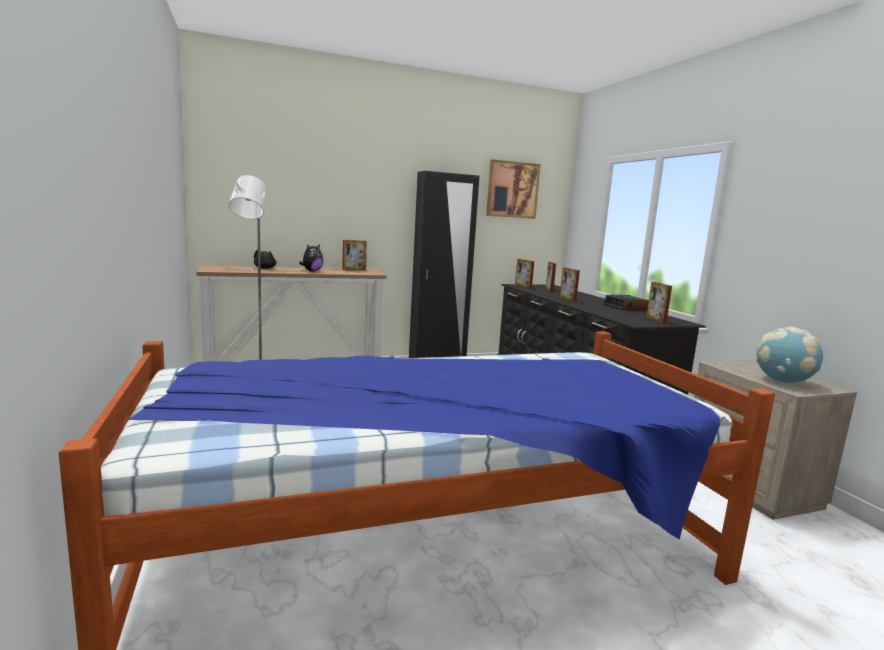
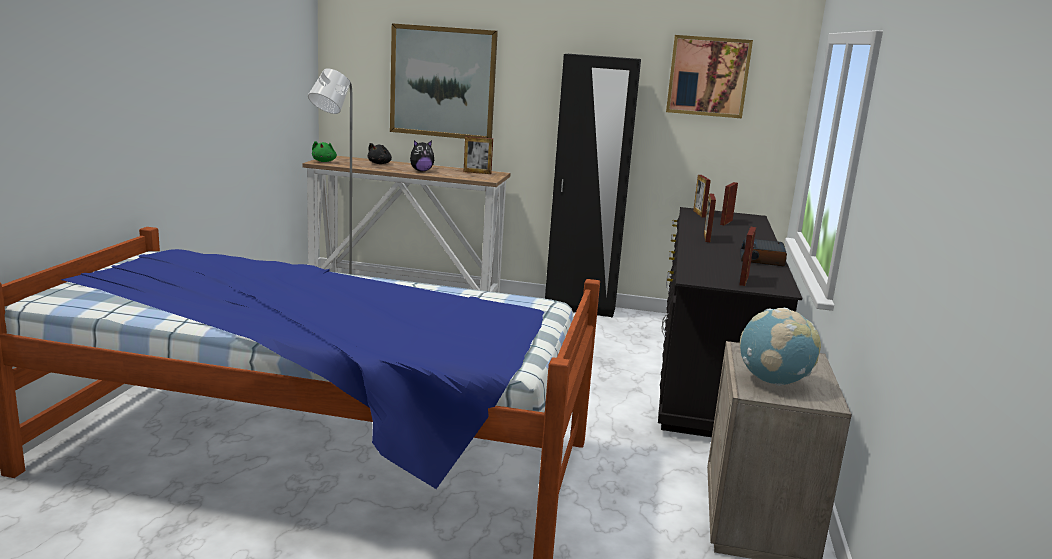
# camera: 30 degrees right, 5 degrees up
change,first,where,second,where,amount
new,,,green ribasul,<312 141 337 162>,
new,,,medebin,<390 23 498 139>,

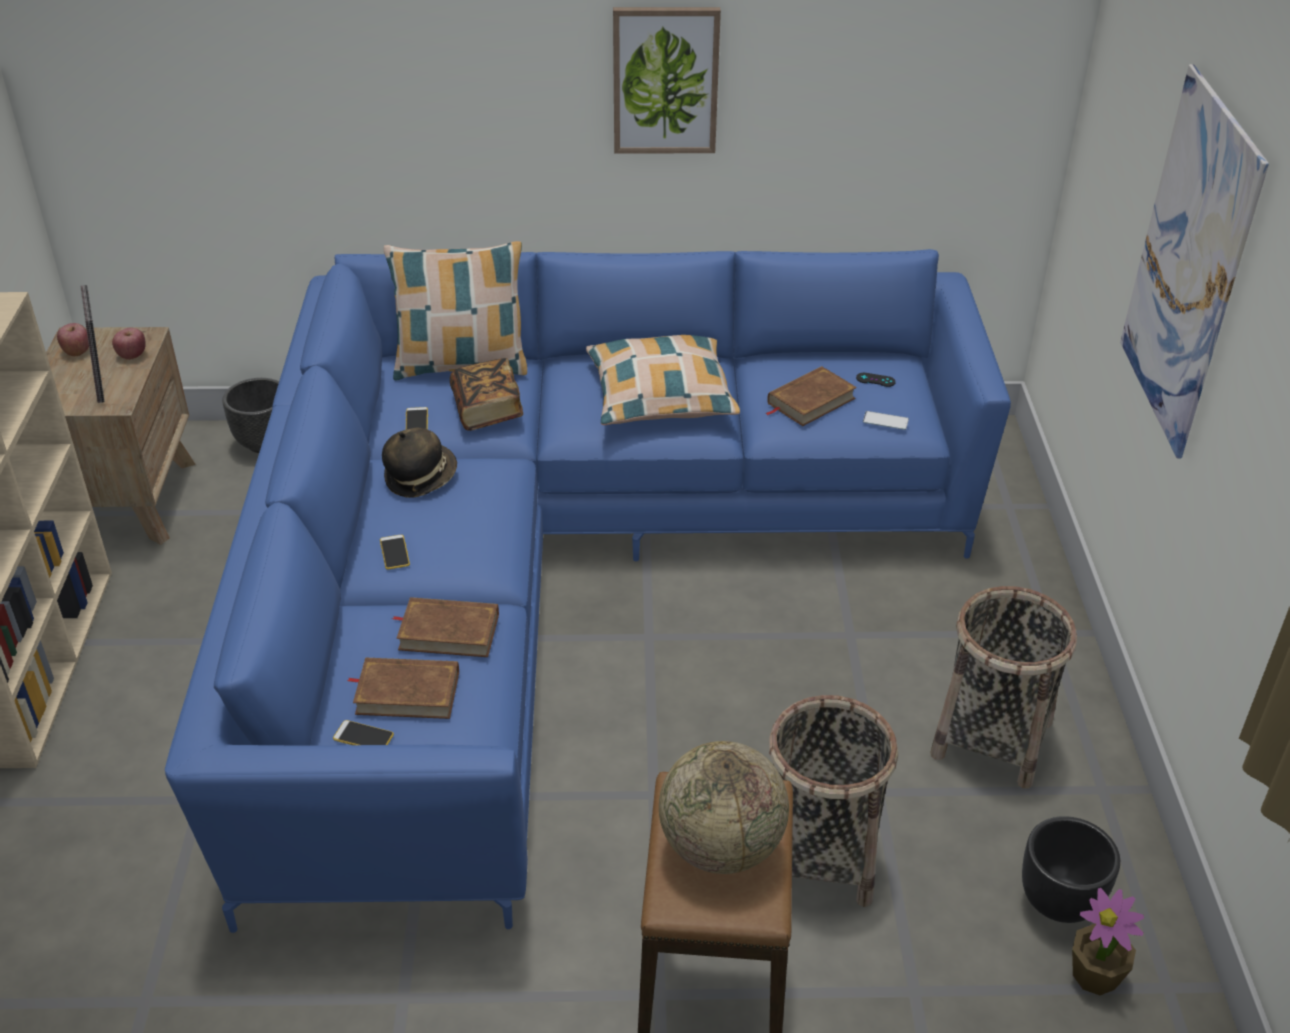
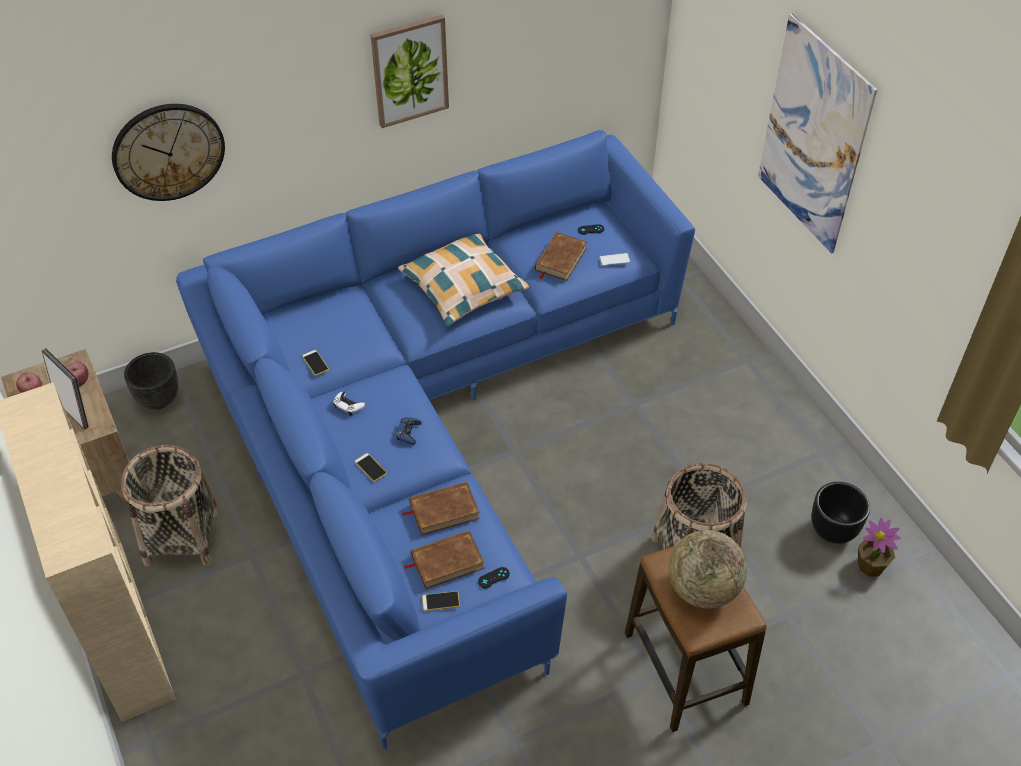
# camera: 25 degrees left, 10 degrees up
change,first,where,second,where,amount
gone,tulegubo,<384 241 527 380>,,,
gone,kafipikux,<450 358 523 431>,,,
new,,,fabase,<112 104 225 201>,
new,,,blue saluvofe,<396 417 422 445>,
new,,,black saluvofe,<478 567 510 588>,
shifted,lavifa,<930 586 1077 788>,,<121 445 220 567>,
swapped,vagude,<382 428 457 498>,white saluvofe,<333 392 365 416>,

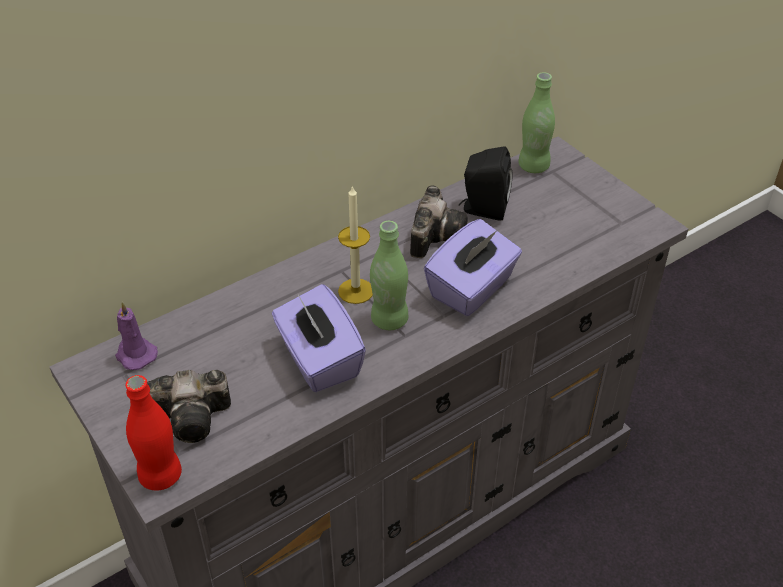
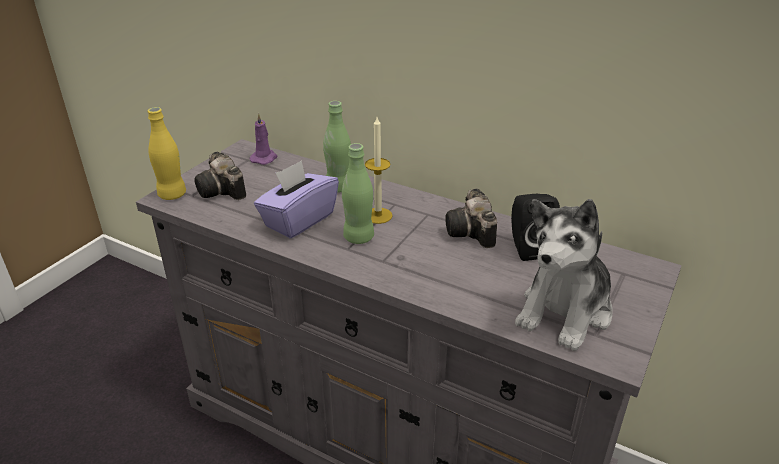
# camera: 65 degrees right, 10 degrees down
change,first,where,second,where,amount
gone,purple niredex,<424 219 522 316>,,,
new,,,ribasul,<515 199 612 351>,
shifted,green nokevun,<518 72 555 173>,,<323 101 351 192>,
repainted,red nokevun,<126 375 182 490>,yellow nokevun,<148 107 186 200>,
rotated,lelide,<410 185 467 258>,,<445 189 497 248>,90 degrees clockwise

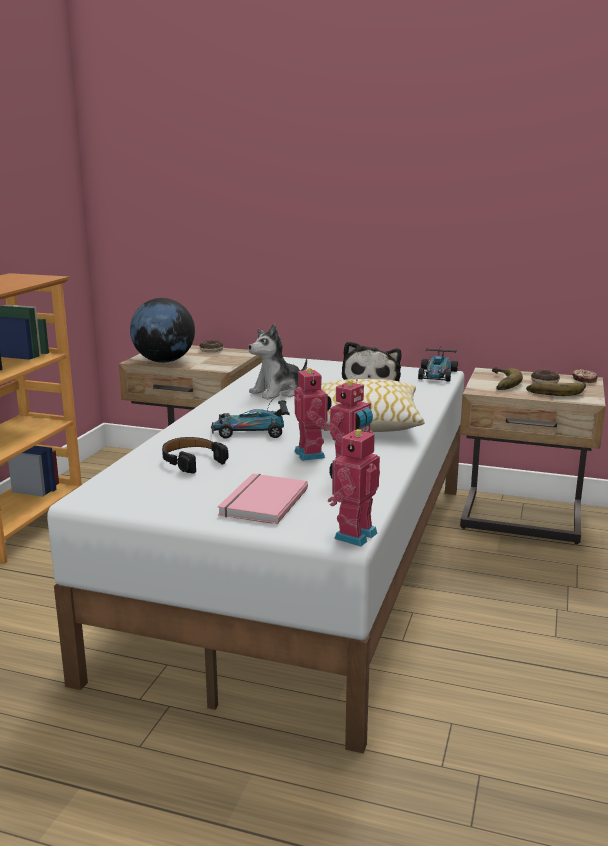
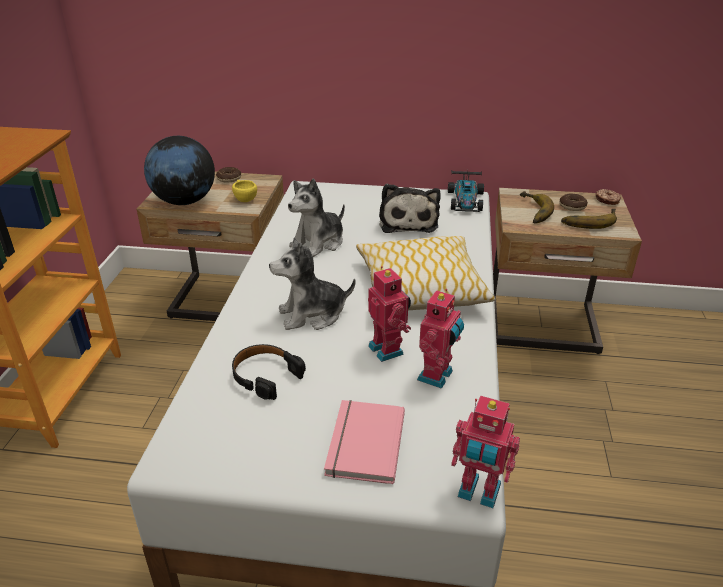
# camera: 10 degrees left, 15 degrees up
change,first,where,second,where,amount
new,,,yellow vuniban,<232 180 257 202>,
swapped,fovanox,<211 400 290 439>,ribasul,<269 237 356 330>,
rotated,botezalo,<328 427 380 546>,,<451 395 520 508>,90 degrees counterclockwise

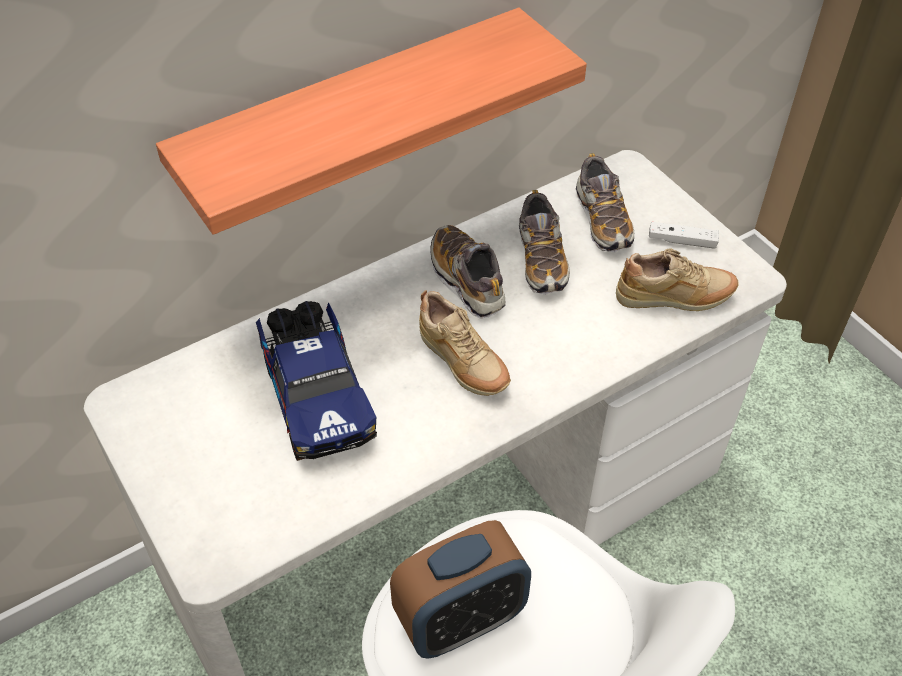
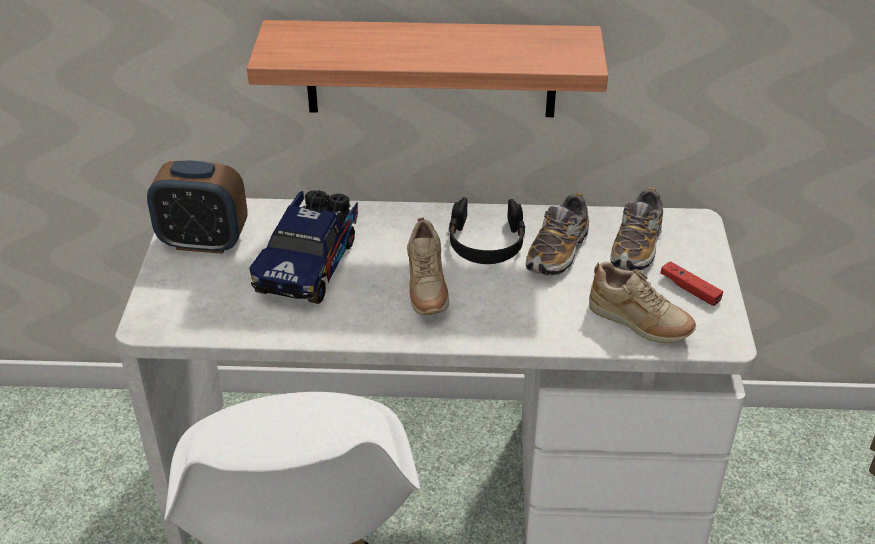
# camera: 35 degrees right, 10 degrees down
change,first,where,second,where,amount
shifted,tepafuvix,<390 520 531 659>,,<147 161 248 254>,
swapped,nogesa,<430 225 506 319>,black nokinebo,<448 197 525 264>,
repainted,white saluvofe,<649 222 719 249>,red saluvofe,<660 261 723 306>,

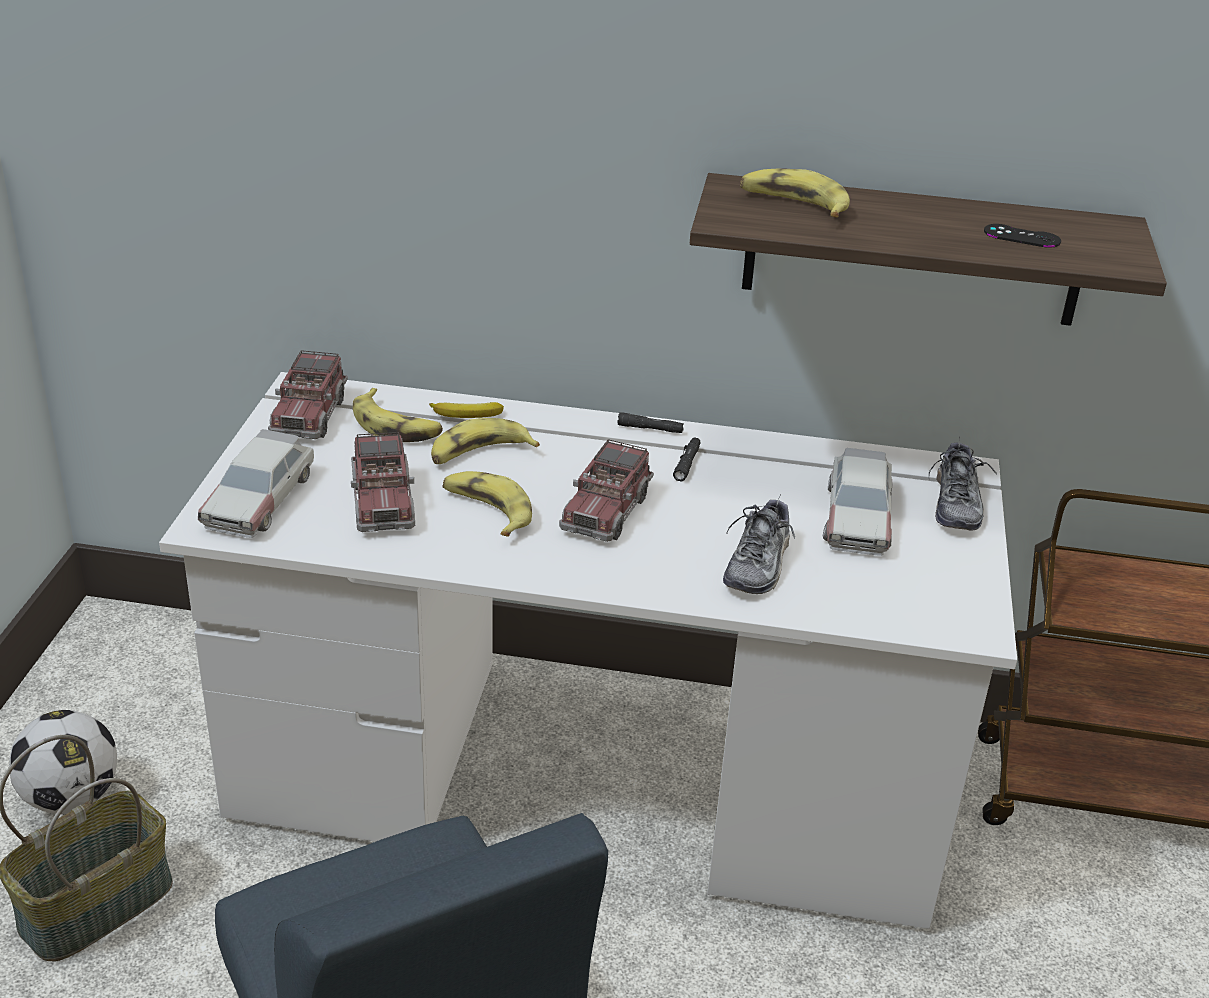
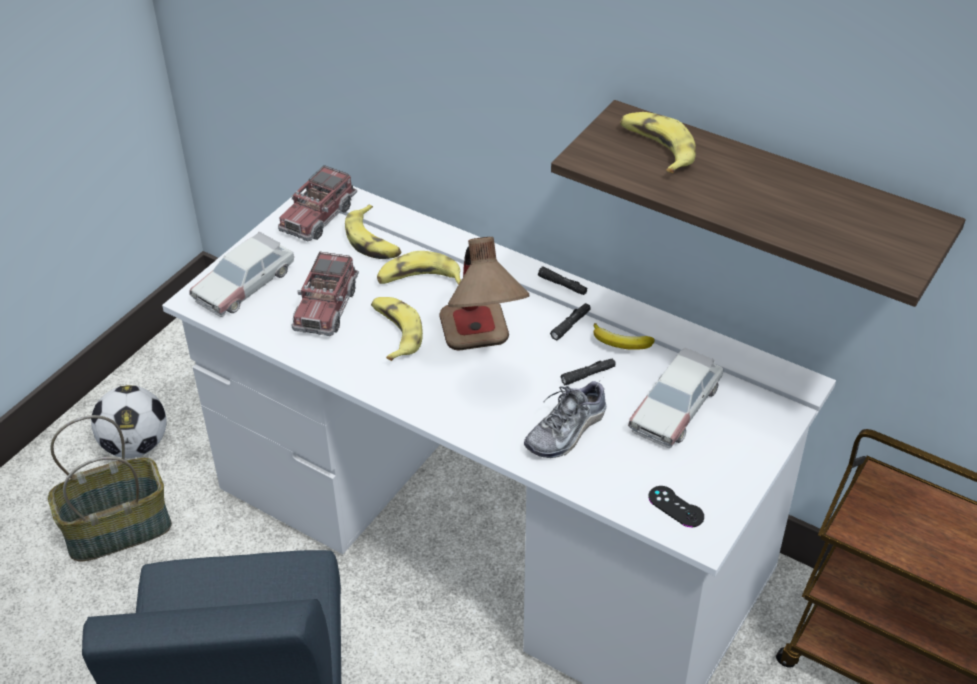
# camera: 25 degrees right, 10 degrees up
change,first,where,second,where,amount
gone,nogesa,<929 436 997 530>,,,
new,,,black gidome,<561 358 616 385>,
shifted,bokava,<429 402 504 418>,,<593 323 655 350>,
shifted,black saluvofe,<984 224 1061 248>,,<648 486 704 527>,
swapped,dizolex,<559 439 654 542>,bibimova,<439 237 529 351>,

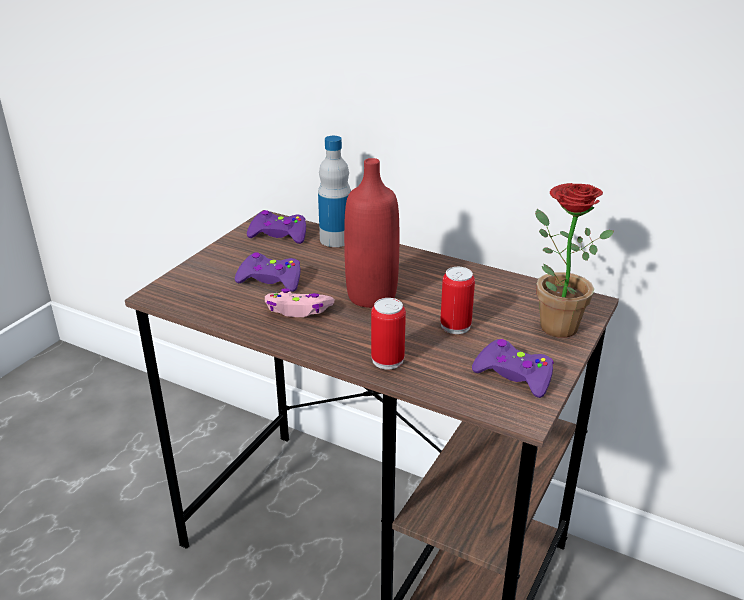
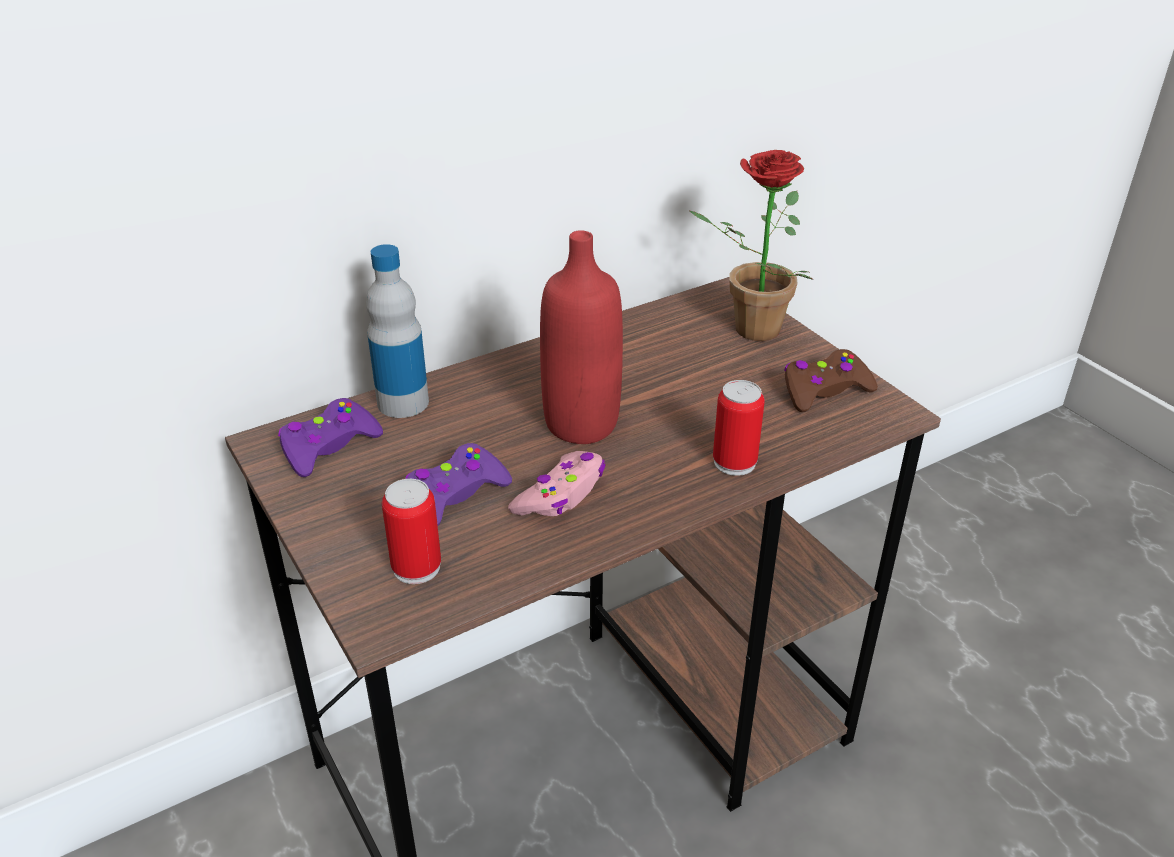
# camera: 60 degrees left, 5 degrees up
change,first,where,second,where,amount
shifted,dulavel,<440 267 475 334>,,<382 479 441 584>,
repainted,purple saluvofe,<472 339 554 398>,brown saluvofe,<784 349 878 412>,

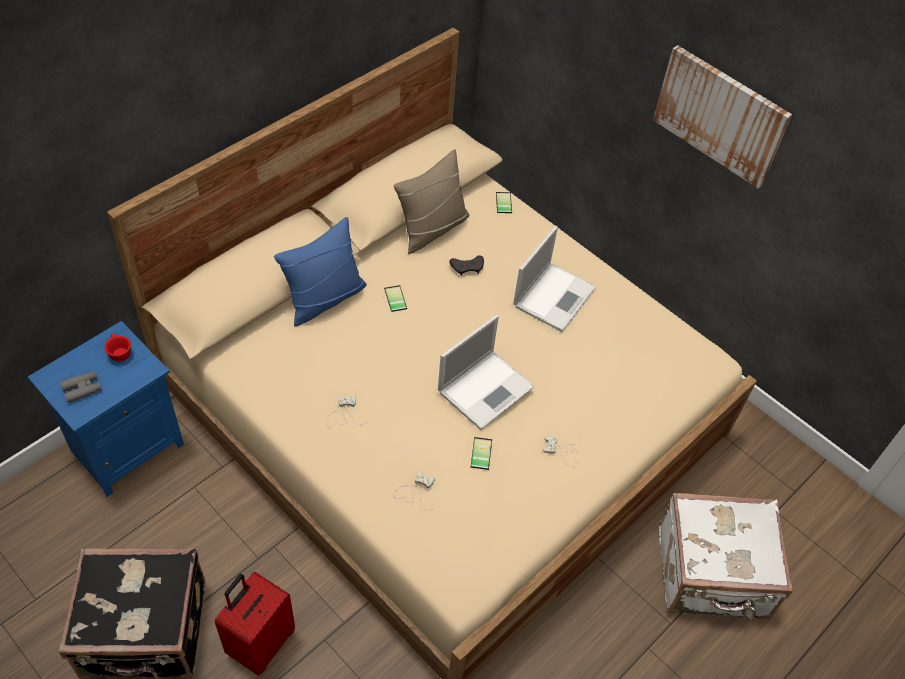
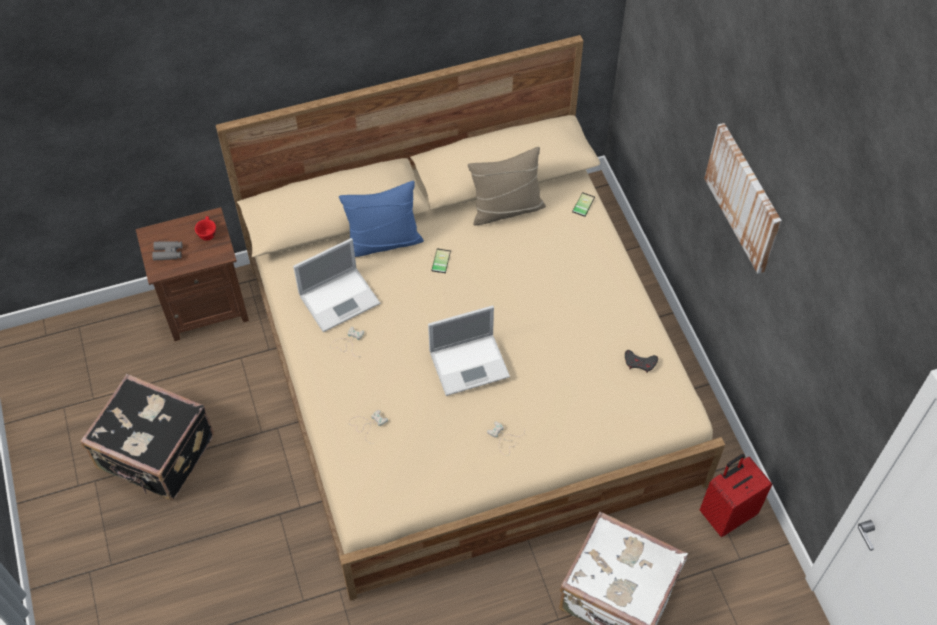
# camera: 30 degrees right, 5 degrees up
change,first,where,second,where,amount
gone,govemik,<471 437 492 470>,,,
shifted,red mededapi,<215 572 295 676>,,<700 454 772 537>,
shifted,grey saluvofe,<449 255 484 276>,,<625 350 658 373>,
shifted,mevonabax,<513 226 596 332>,,<293 238 380 332>,
repainted,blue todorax,<28 321 184 497>,brown todorax,<136 207 249 341>,

